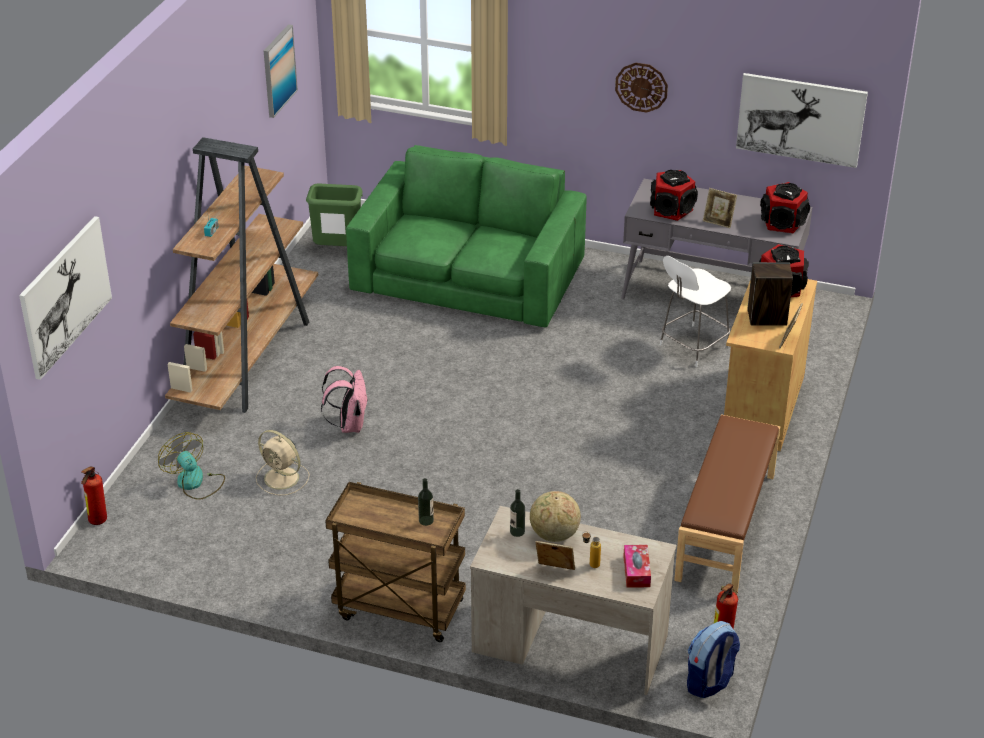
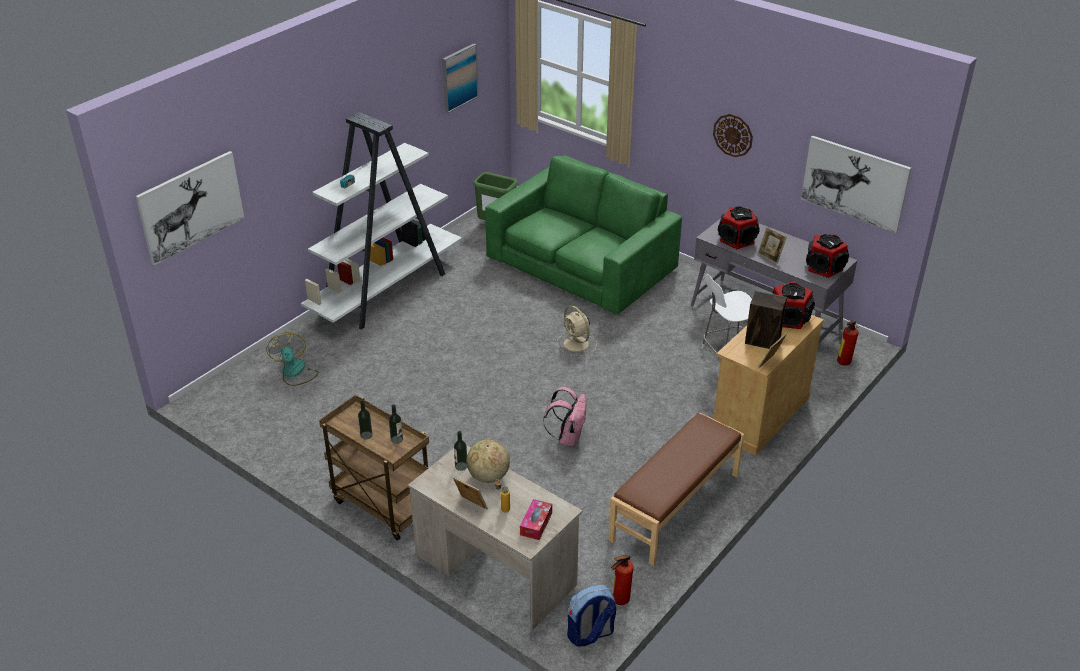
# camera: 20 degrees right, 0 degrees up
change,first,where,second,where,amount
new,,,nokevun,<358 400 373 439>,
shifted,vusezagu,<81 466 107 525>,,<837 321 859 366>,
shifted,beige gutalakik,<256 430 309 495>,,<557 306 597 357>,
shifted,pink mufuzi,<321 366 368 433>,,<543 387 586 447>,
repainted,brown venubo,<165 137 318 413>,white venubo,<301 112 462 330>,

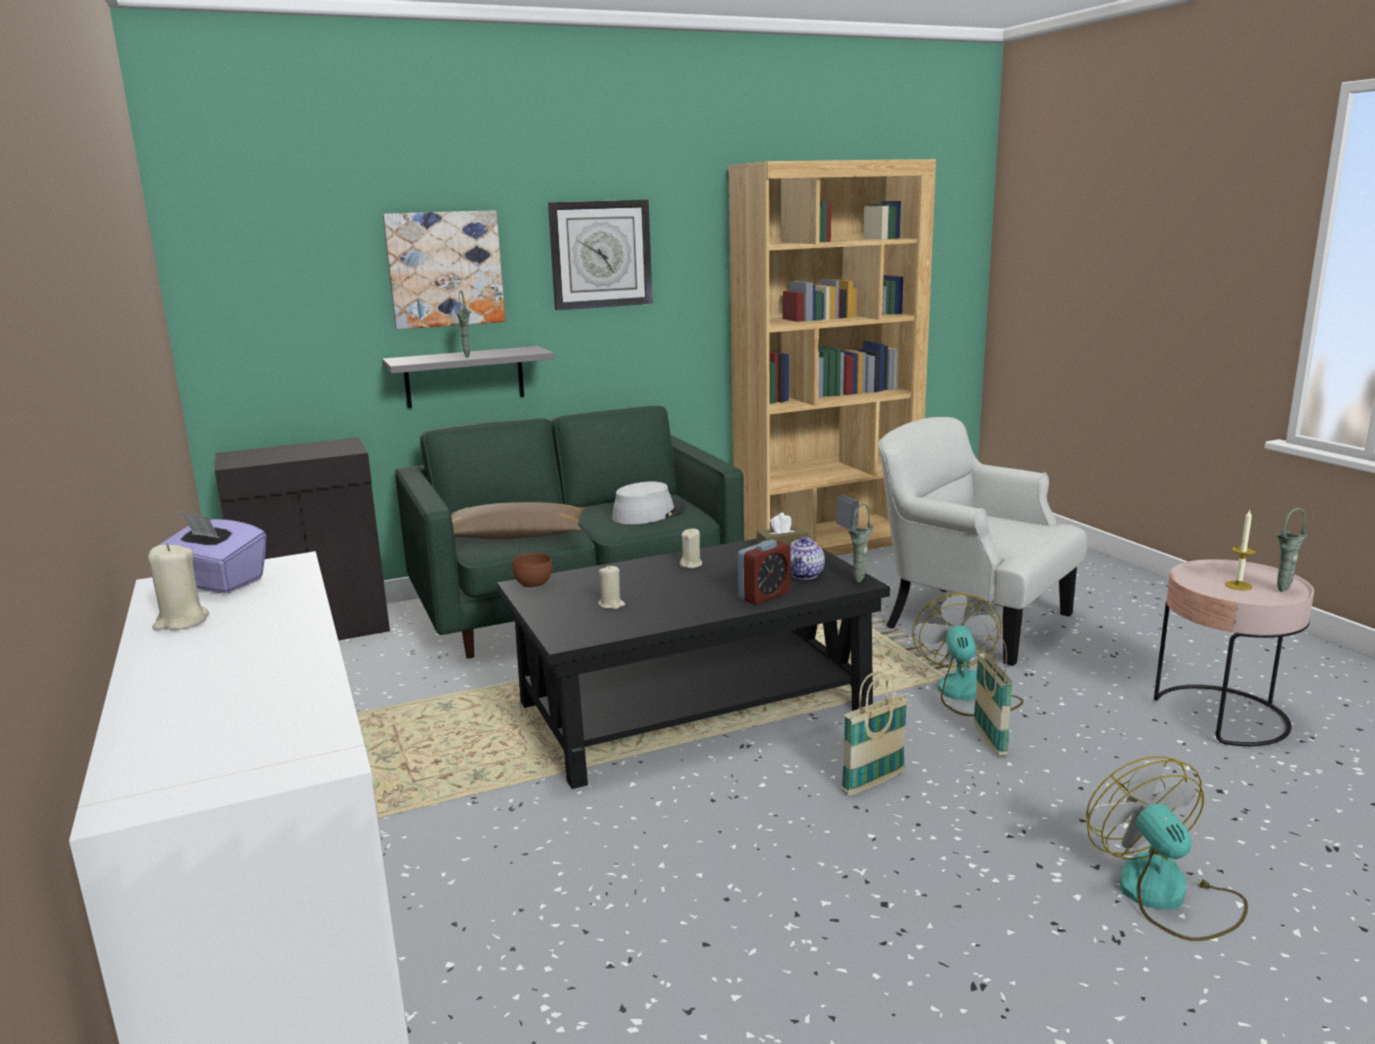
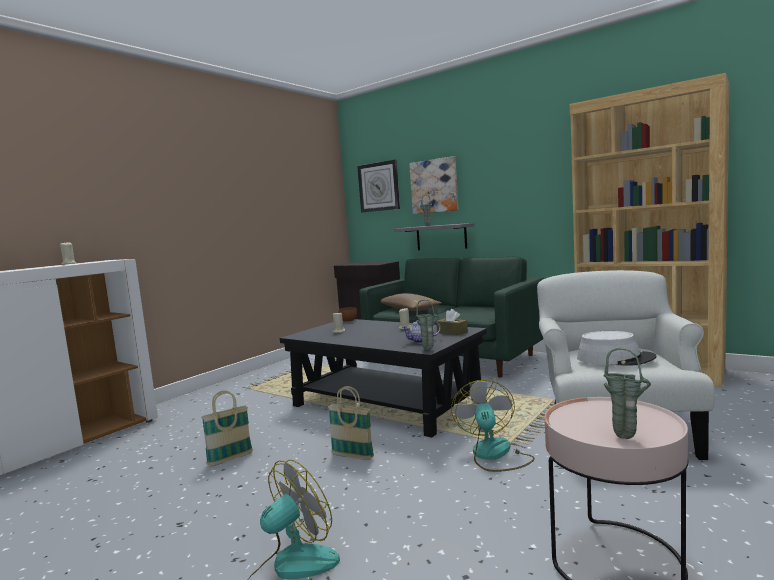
# camera: 60 degrees right, 10 degrees down
change,first,where,second,where,amount
gone,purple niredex,<159 512 266 593>,,,
gone,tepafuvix,<738 539 790 604>,,,
gone,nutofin,<1225 510 1256 590>,,,
shifted,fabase,<548 200 653 310>,,<357 160 400 213>,
shifted,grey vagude,<612 481 686 524>,,<577 331 656 366>,
shifted,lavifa,<973 635 1013 756>,,<201 391 253 466>,
rotated,gutalakik,<912 593 1024 716>,,<451 380 535 472>,60 degrees counterclockwise

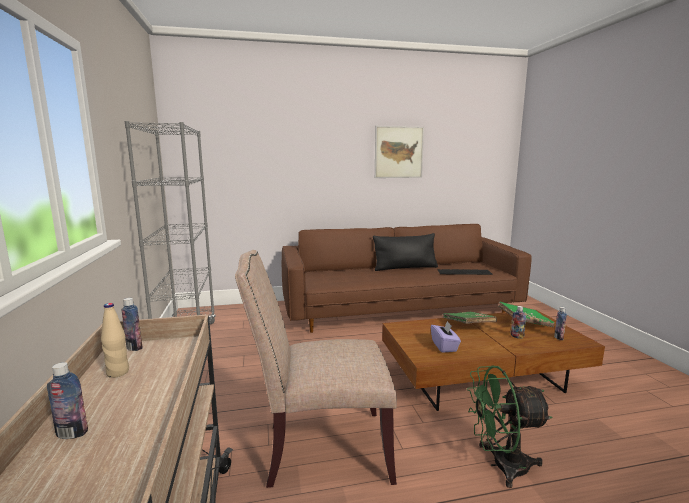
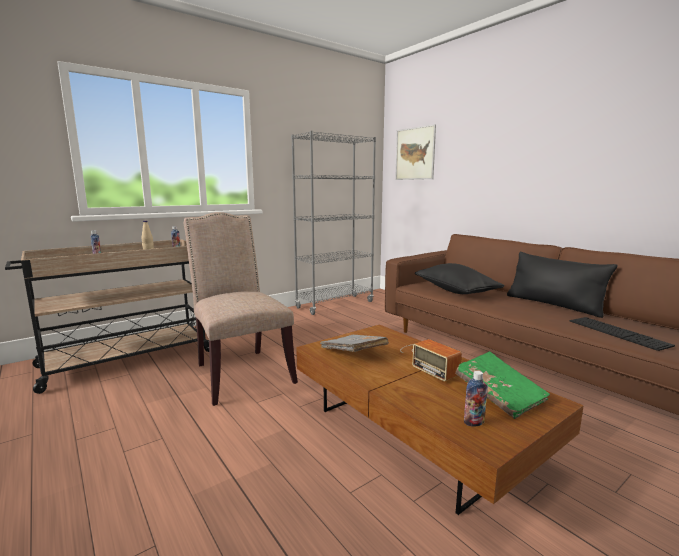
# camera: 65 degrees right, 0 degrees up
change,first,where,second,where,amount
gone,green gutalakik,<467 365 552 488>,,,
gone,nokevun,<511 306 526 339>,,,
new,,,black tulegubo,<415 263 505 294>,
shifted,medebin,<375 126 424 178>,,<395 124 436 180>,
swapped,purple niredex,<431 321 461 353>,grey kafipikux,<320 335 389 352>,
swapped,green kafipikux,<443 311 497 324>,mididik,<400 339 462 382>,

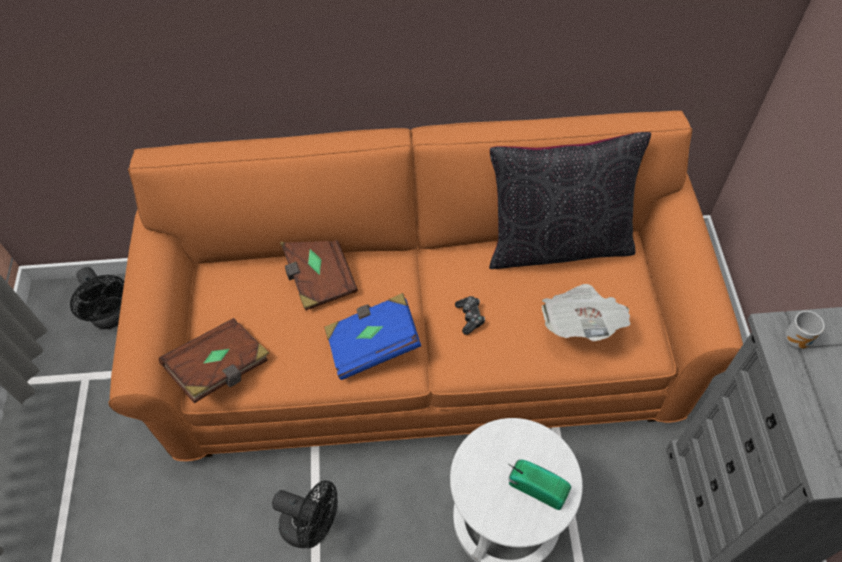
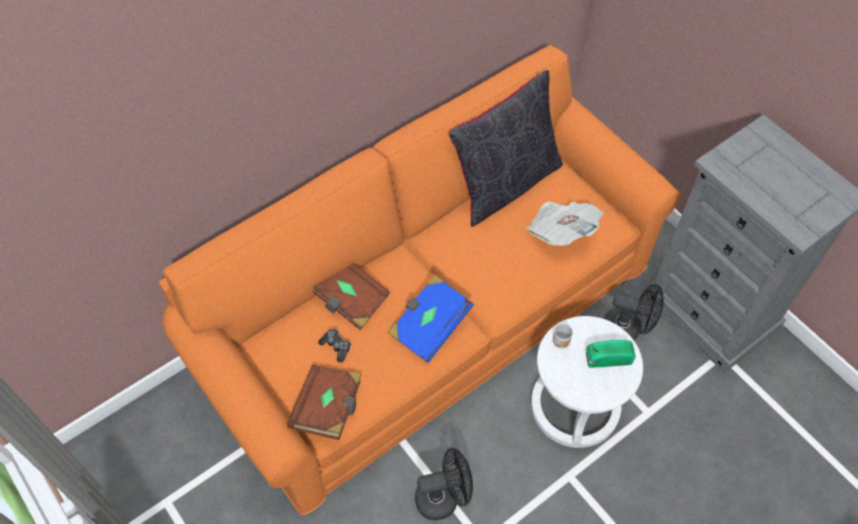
# camera: 35 degrees left, 0 degrees up
change,first,where,second,where,amount
shifted,black gutalakik,<70 267 124 329>,,<604 284 664 341>,
shifted,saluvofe,<455 296 485 335>,,<318 329 351 363>,
shifted,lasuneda,<785 311 824 349>,,<553 323 573 349>,

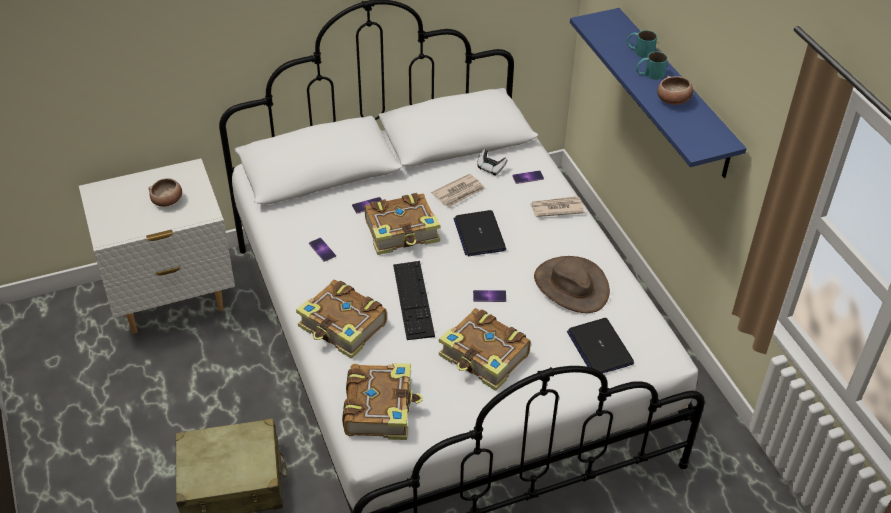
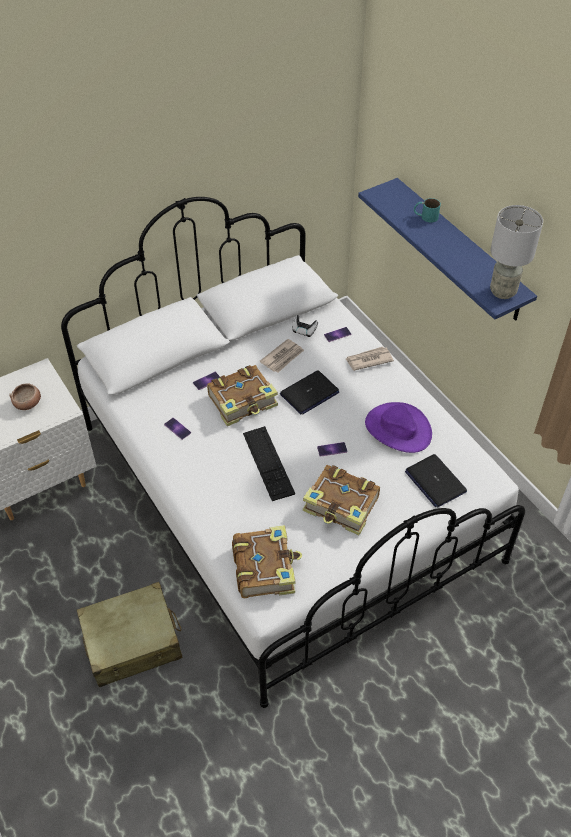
# camera: 10 degrees left, 5 degrees up
change,first,where,second,where,amount
gone,kafipikux,<296 280 387 359>,,,
gone,turquoise lasuneda,<636 52 668 80>,,,
gone,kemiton,<657 76 693 105>,,,
new,,,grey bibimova,<490 205 543 299>,
repainted,brown vagude,<534 256 610 313>,purple vagude,<365 402 432 453>,
rotated,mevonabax,<453 210 506 256>,,<280 370 339 414>,105 degrees counterclockwise

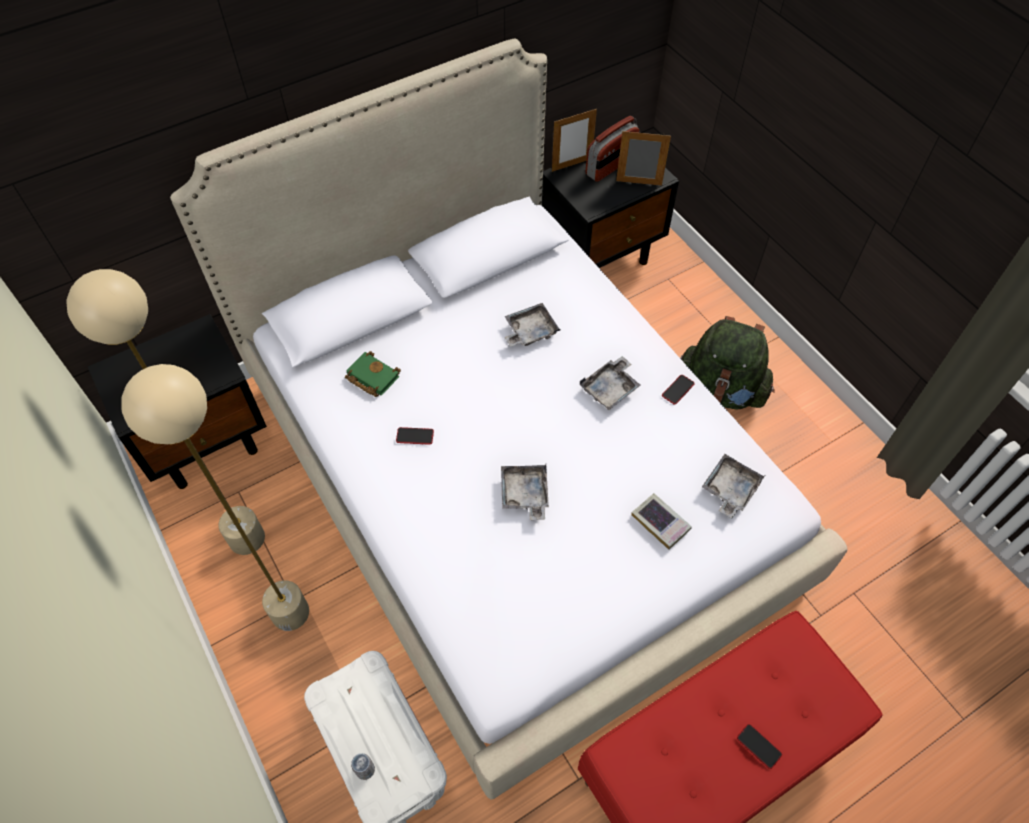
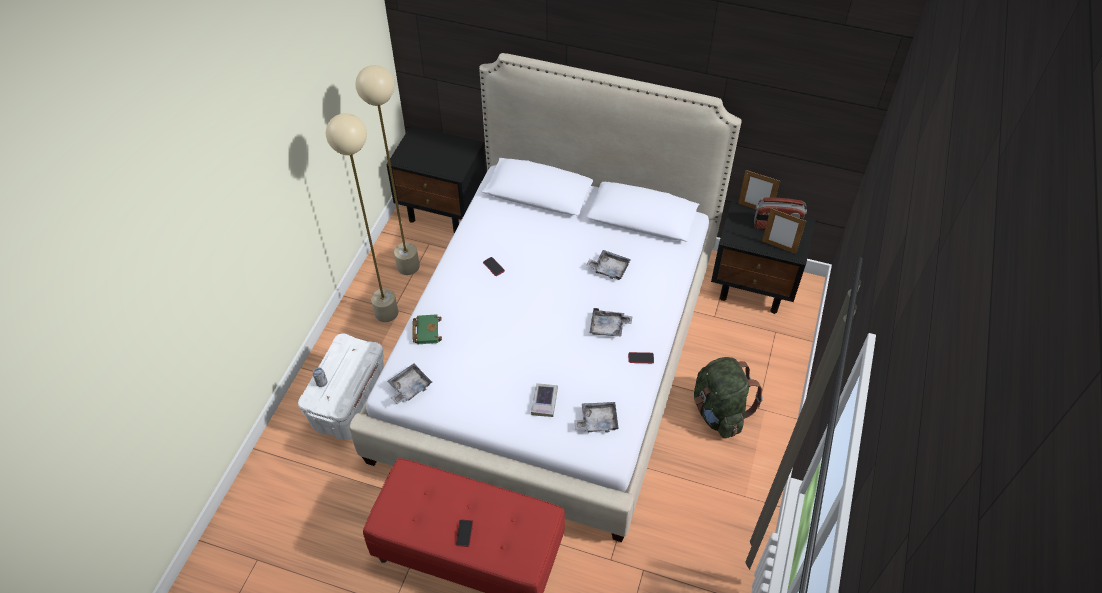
# camera: 50 degrees right, 5 degrees down
change,first,where,second,where,amount
shifted,green kafipikux,<345 351 401 397>,,<412 314 442 344>,
shifted,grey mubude,<501 464 549 520>,,<388 364 432 404>,
rotated,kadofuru,<616 131 671 186>,,<762 208 806 254>,150 degrees clockwise

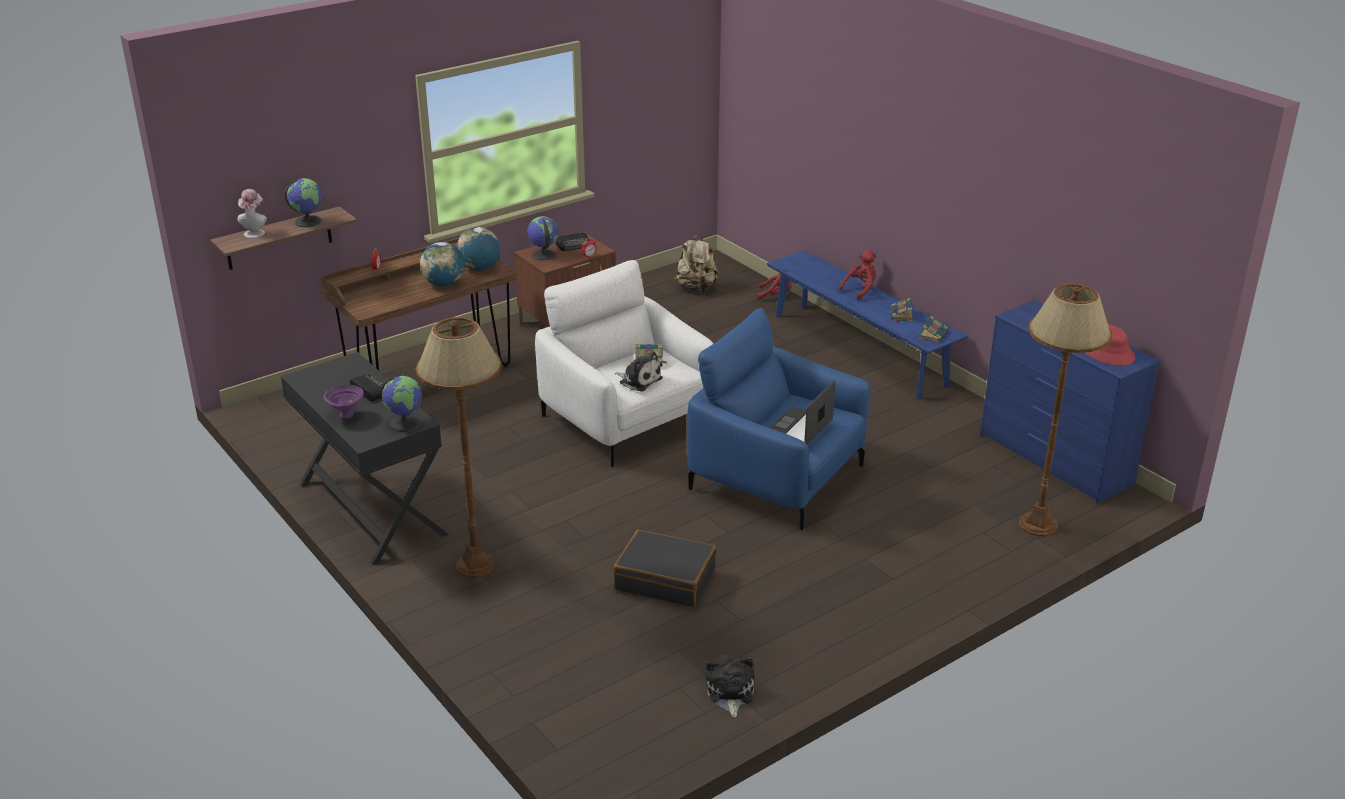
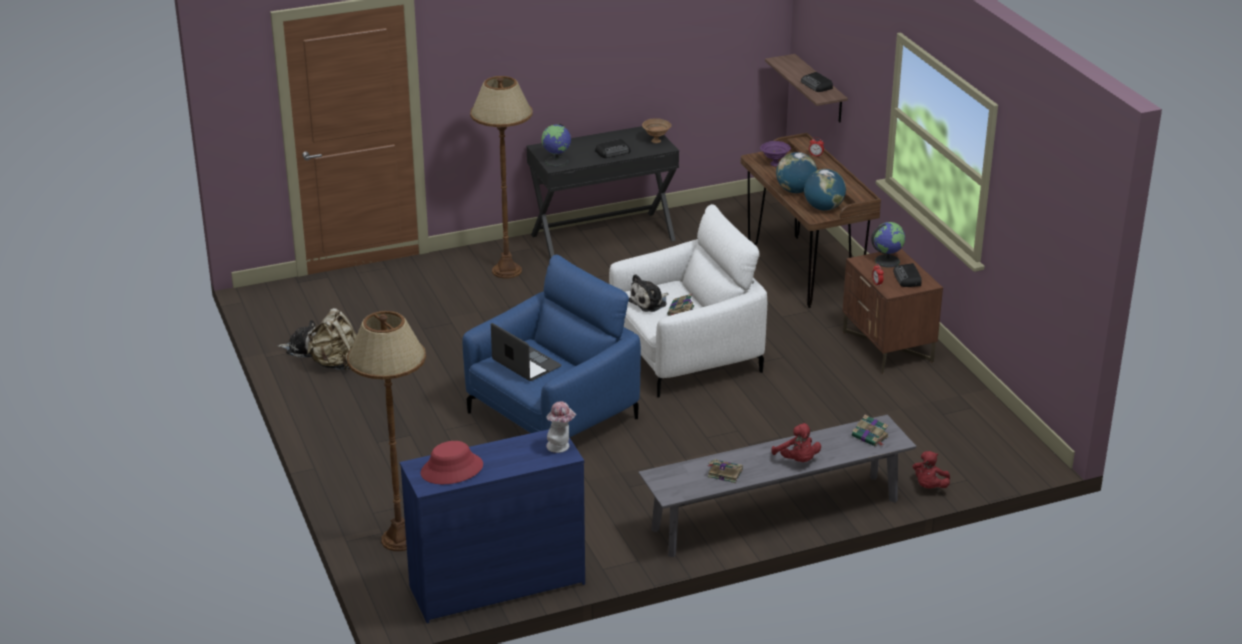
# camera: 105 degrees right, 0 degrees up
change,first,where,second,where,amount
gone,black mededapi,<613 530 717 607>,,,
new,,,brown kemiton,<642 118 672 143>,
shifted,vagude,<237 189 267 238>,,<546 401 577 453>,
shifted,purple kemiton,<324 385 364 419>,,<760 141 791 166>,
shifted,beige mufuzi,<674 234 718 292>,,<307 308 357 371>,
shifted,kafipikux,<919 316 948 343>,,<852 415 889 447>,
swapped,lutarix,<284 178 322 227>,mididik,<801 72 833 92>,
repainted,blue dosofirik,<767 251 968 400>,grey dosofirik,<639 415 916 557>,

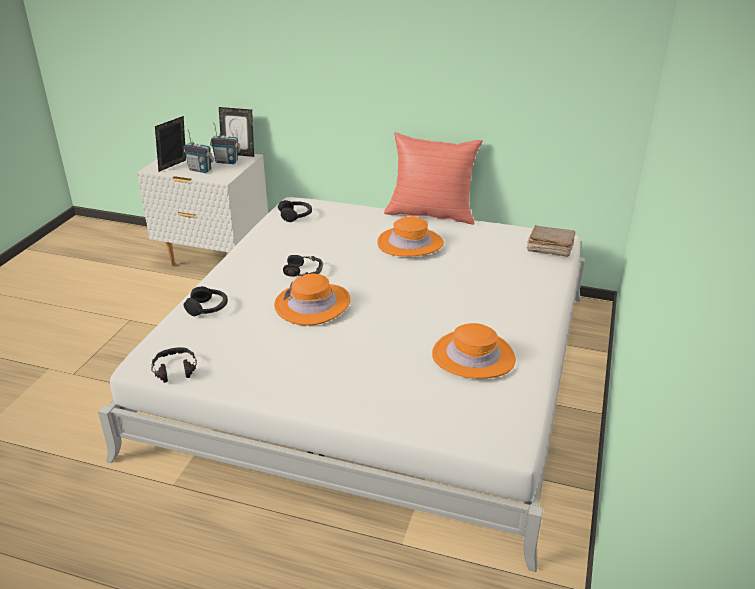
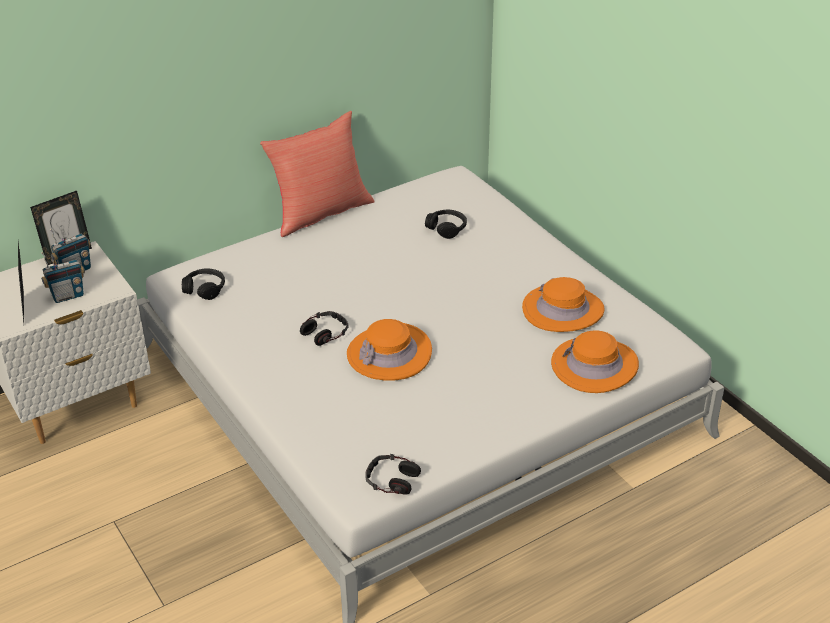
# camera: 50 degrees left, 5 degrees up
change,first,where,second,where,amount
gone,brown kafipikux,<527 225 575 257>,,,
shifted,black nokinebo,<184 286 228 316>,,<425 210 467 239>,
shifted,orange vagude,<377 217 444 256>,,<551 330 639 393>,

